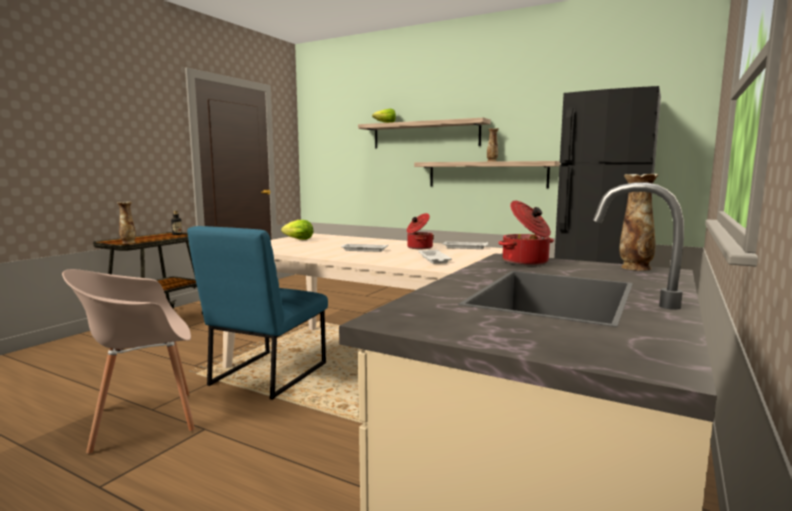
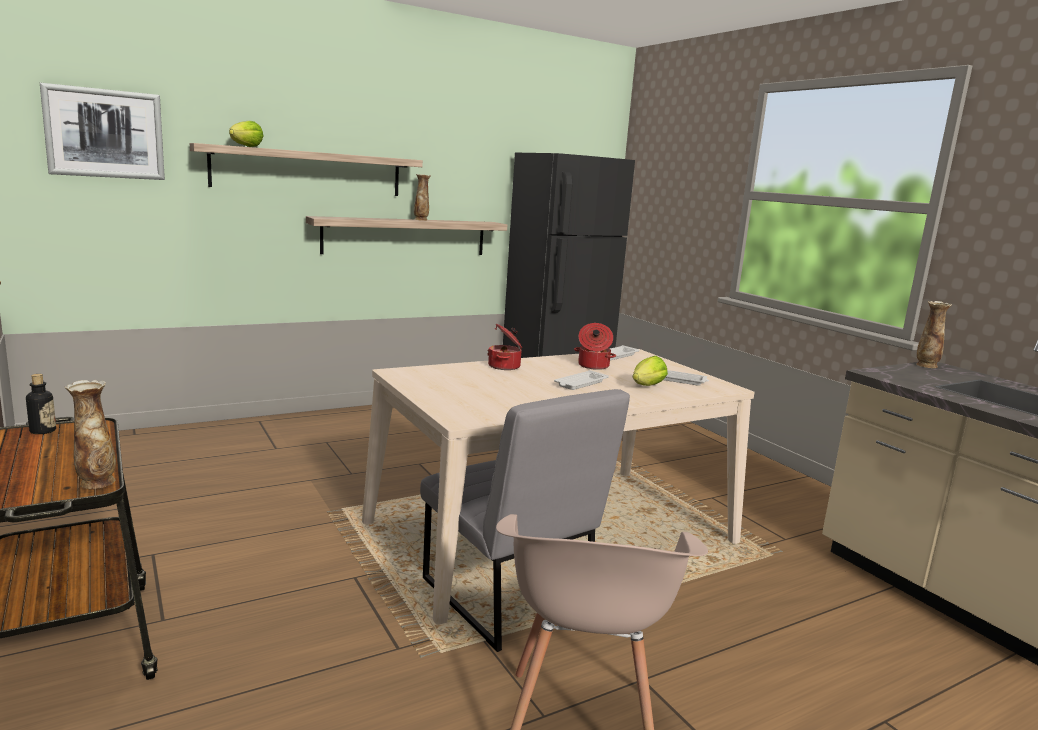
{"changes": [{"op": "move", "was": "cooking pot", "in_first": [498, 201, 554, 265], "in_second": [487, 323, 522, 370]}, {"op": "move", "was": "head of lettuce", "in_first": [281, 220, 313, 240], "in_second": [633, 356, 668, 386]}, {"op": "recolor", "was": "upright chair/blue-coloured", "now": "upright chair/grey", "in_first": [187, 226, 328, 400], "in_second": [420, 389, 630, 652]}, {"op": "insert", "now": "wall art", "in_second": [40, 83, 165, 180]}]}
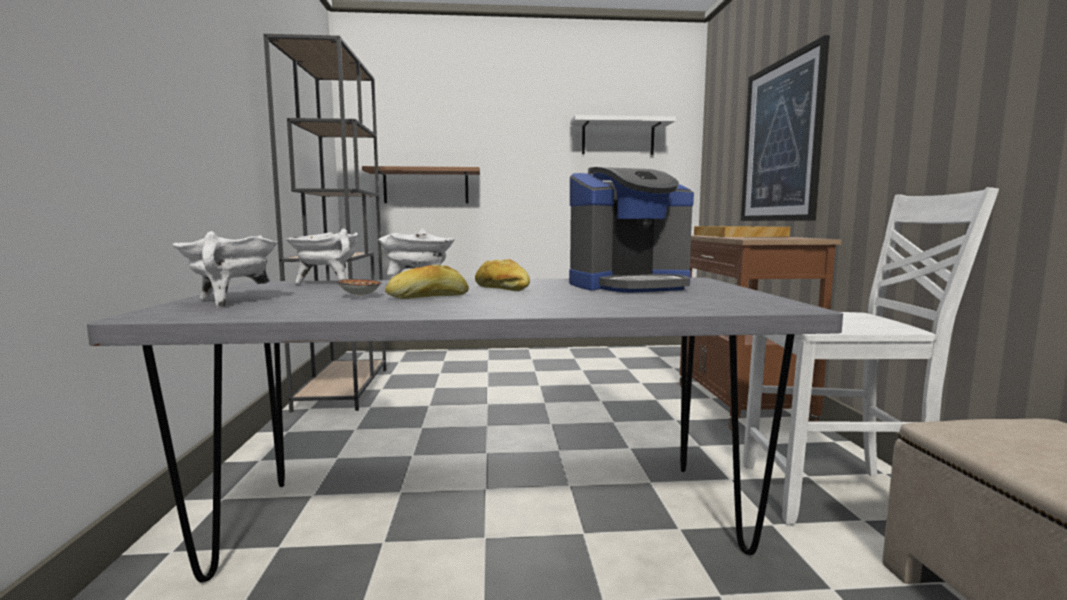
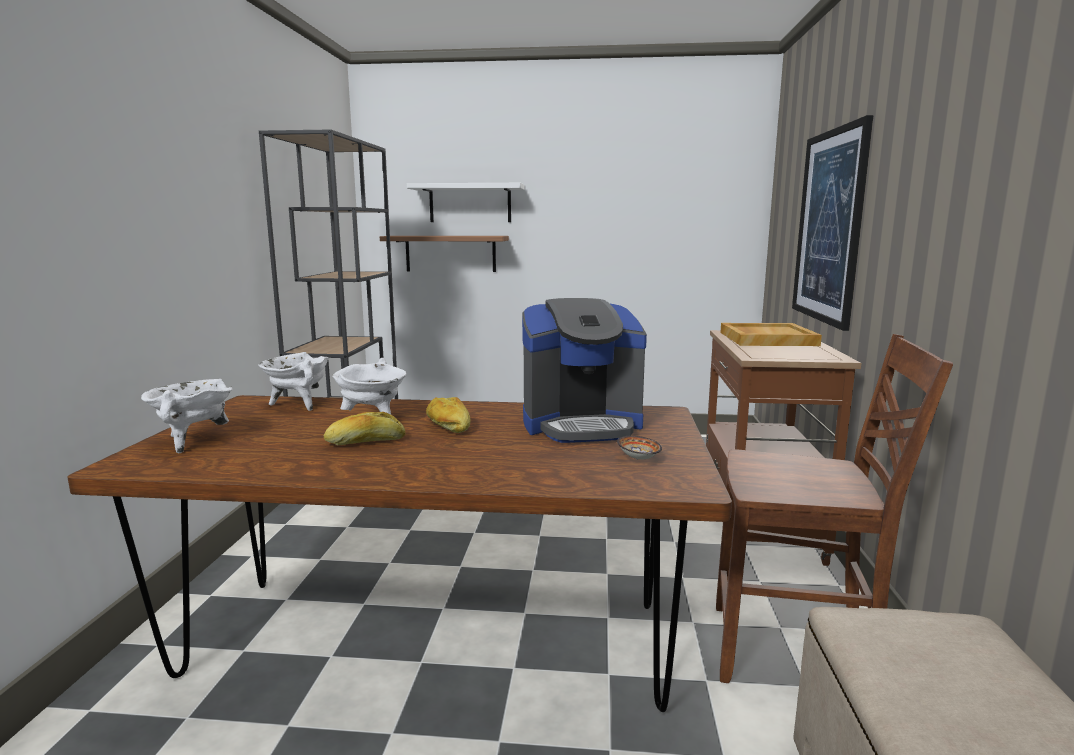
{"changes": [{"op": "move", "was": "wall shelf/white", "in_first": [570, 115, 676, 155], "in_second": [407, 183, 524, 222]}, {"op": "recolor", "was": "upright chair/white", "now": "upright chair/brown", "in_first": [743, 187, 999, 525], "in_second": [716, 334, 953, 683]}, {"op": "recolor", "was": "dining table/grey", "now": "dining table/brown", "in_first": [87, 278, 843, 583], "in_second": [68, 395, 732, 712]}, {"op": "move", "was": "serving bowl", "in_first": [337, 279, 382, 297], "in_second": [617, 436, 662, 459]}]}
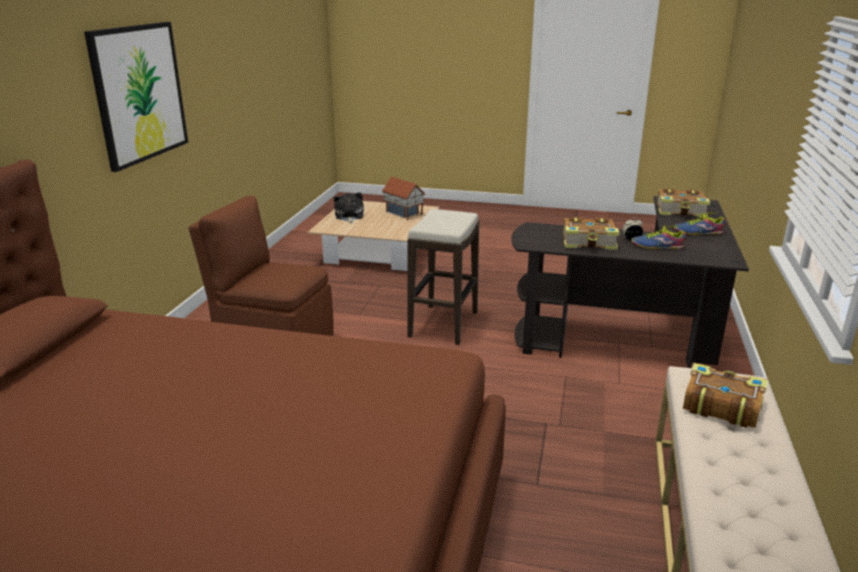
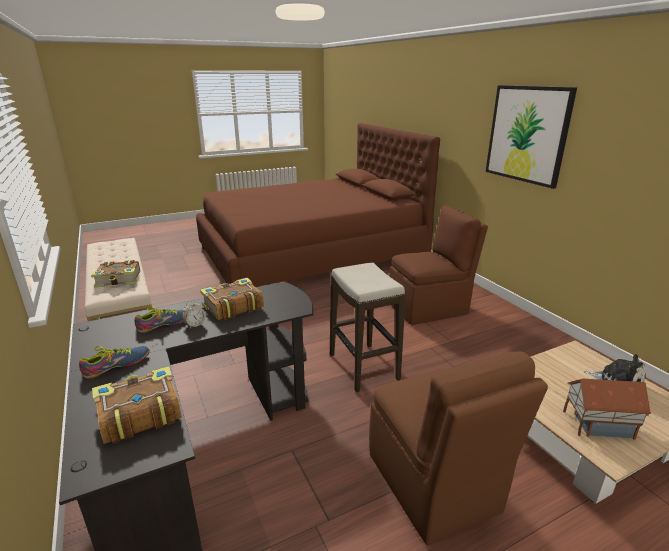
{"changes": [{"op": "insert", "now": "upright chair/brown", "in_second": [369, 351, 548, 545]}]}
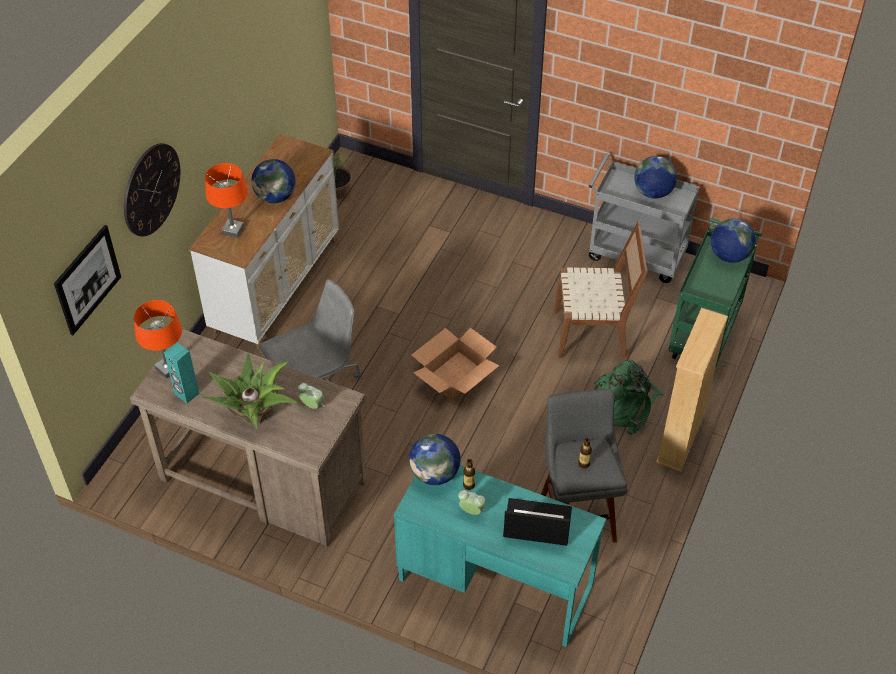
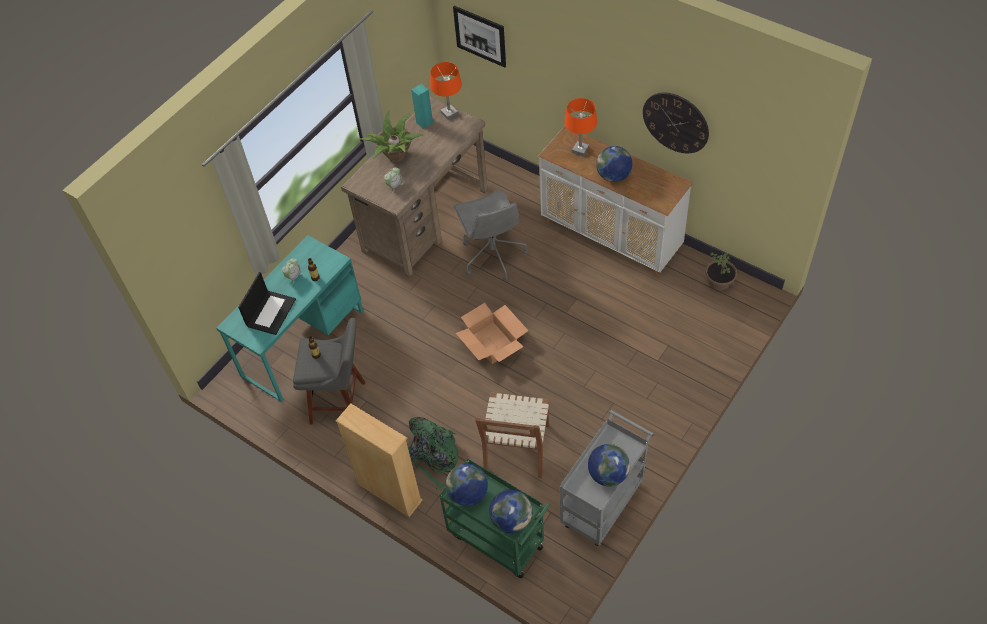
{"changes": [{"op": "move", "was": "wall clock", "in_first": [124, 143, 180, 237], "in_second": [643, 92, 709, 153]}, {"op": "move", "was": "world globe", "in_first": [409, 434, 461, 485], "in_second": [446, 463, 488, 506]}]}
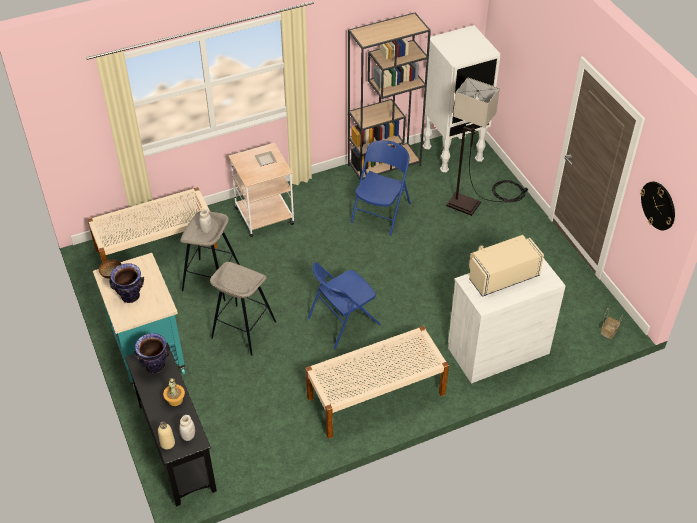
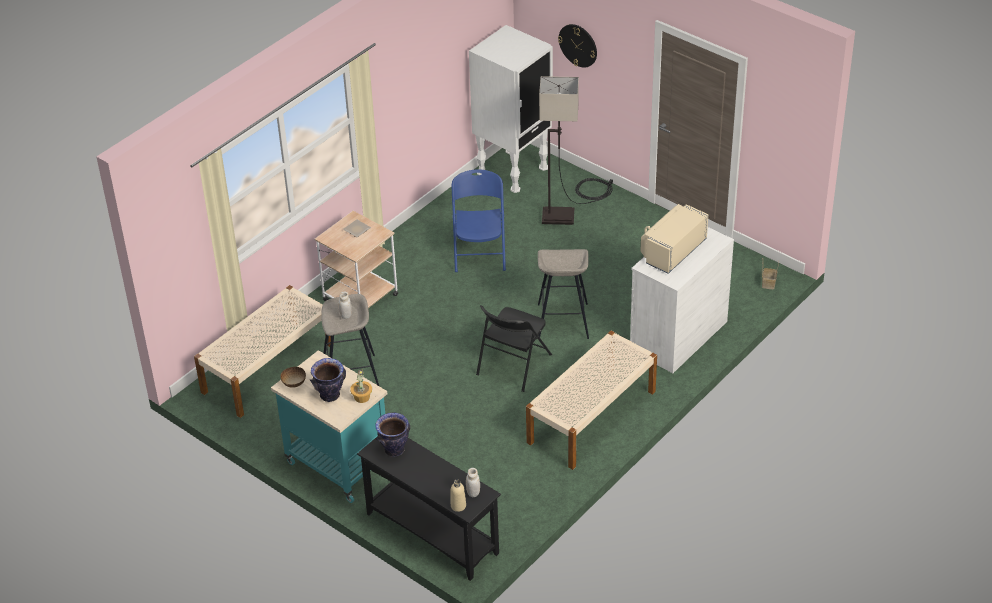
{"changes": [{"op": "delete", "was": "shelving unit", "in_first": [348, 13, 431, 180]}, {"op": "move", "was": "wall clock", "in_first": [640, 181, 675, 230], "in_second": [558, 24, 597, 68]}, {"op": "move", "was": "stool/grey", "in_first": [210, 262, 276, 356], "in_second": [538, 249, 589, 339]}, {"op": "recolor", "was": "upright chair/blue-coloured", "now": "upright chair/black", "in_first": [307, 262, 380, 349], "in_second": [476, 305, 552, 392]}, {"op": "move", "was": "plant in a pot", "in_first": [163, 378, 185, 406], "in_second": [350, 370, 372, 403]}]}
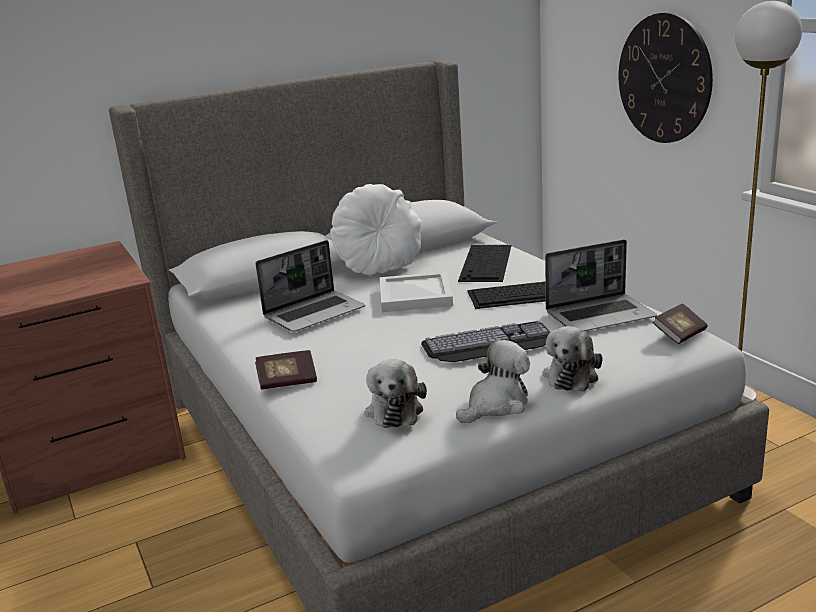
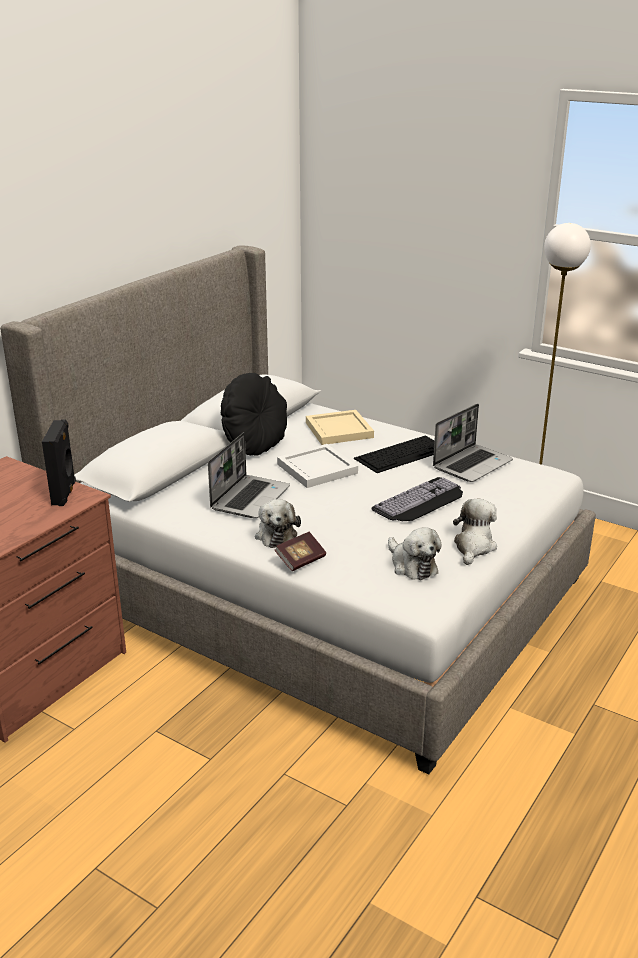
{"changes": [{"op": "delete", "was": "wall clock", "in_first": [619, 13, 713, 143]}, {"op": "recolor", "was": "cushion/white", "now": "cushion/black", "in_first": [330, 184, 422, 275], "in_second": [221, 373, 287, 456]}, {"op": "replace", "was": "keyboard", "now": "serving tray/beige", "in_first": [458, 245, 511, 282], "in_second": [306, 410, 374, 445]}, {"op": "delete", "was": "book", "in_first": [652, 303, 708, 344]}, {"op": "move", "was": "cuddly toy", "in_first": [543, 326, 603, 392], "in_second": [255, 499, 301, 548]}, {"op": "insert", "now": "loudspeaker/black", "in_second": [42, 419, 76, 506]}]}
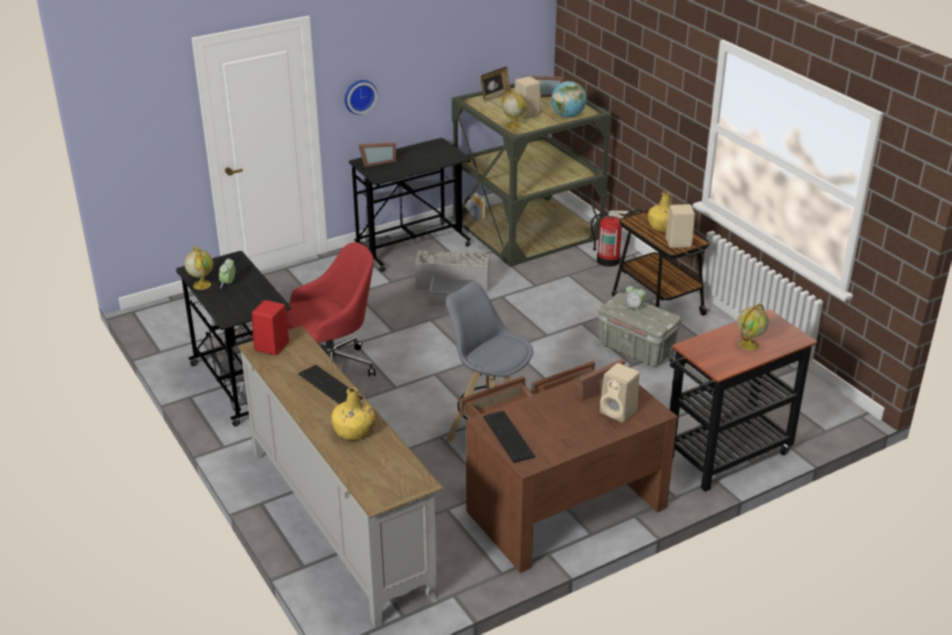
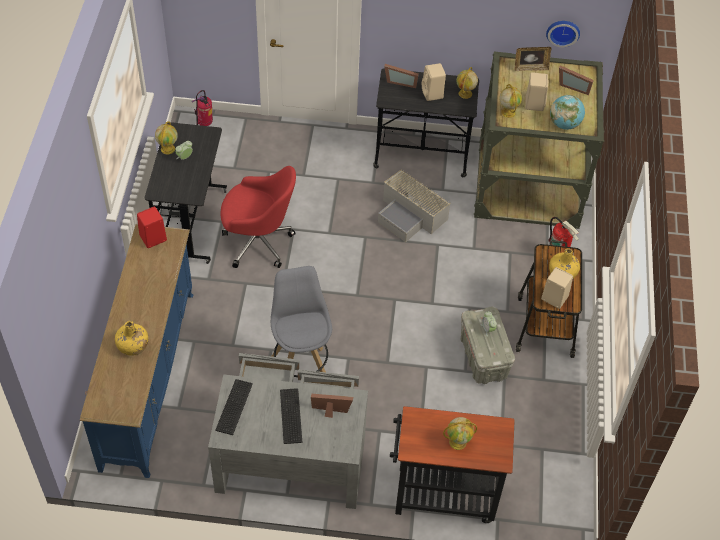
{"changes": [{"op": "move", "was": "wall clock", "in_first": [344, 80, 377, 115], "in_second": [546, 21, 580, 47]}, {"op": "recolor", "was": "cabinet/grey", "now": "cabinet/blue-coloured", "in_first": [238, 326, 444, 628], "in_second": [80, 224, 193, 478]}, {"op": "recolor", "was": "desk table/brown", "now": "desk table/grey", "in_first": [459, 361, 678, 573], "in_second": [208, 353, 368, 509]}, {"op": "move", "was": "loudspeaker/beige", "in_first": [600, 363, 640, 423], "in_second": [422, 63, 446, 101]}, {"op": "move", "was": "keyboard", "in_first": [298, 365, 363, 404], "in_second": [280, 388, 302, 444]}, {"op": "insert", "now": "world globe", "in_second": [456, 67, 478, 99]}, {"op": "insert", "now": "fire extinguisher", "in_second": [192, 90, 213, 126]}]}
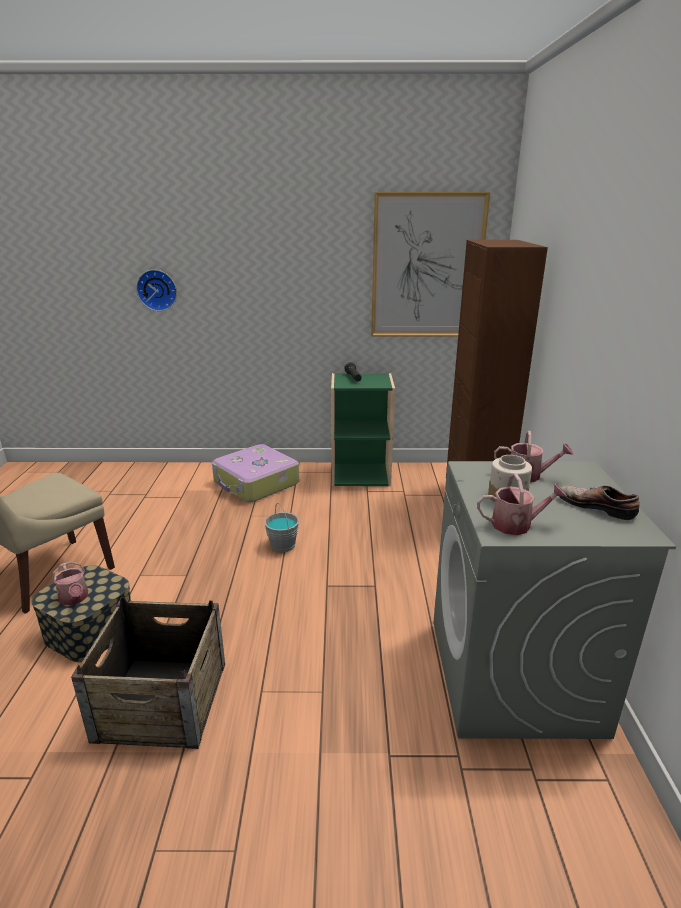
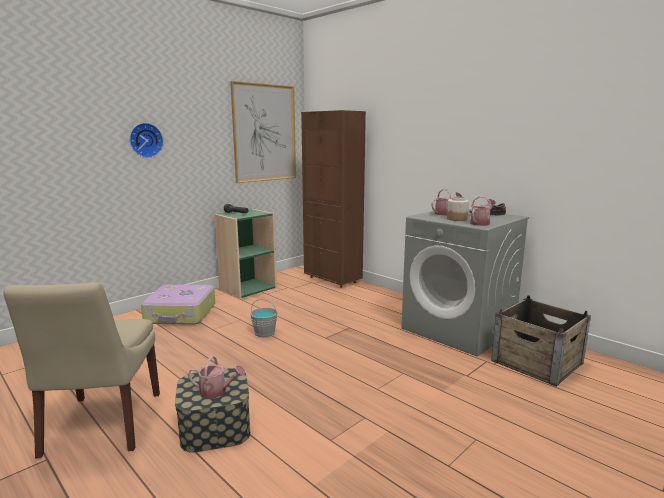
{"changes": [{"op": "move", "was": "wall clock", "in_first": [136, 270, 177, 311], "in_second": [129, 123, 164, 158]}, {"op": "move", "was": "packing crate", "in_first": [71, 597, 225, 749], "in_second": [491, 295, 591, 387]}]}
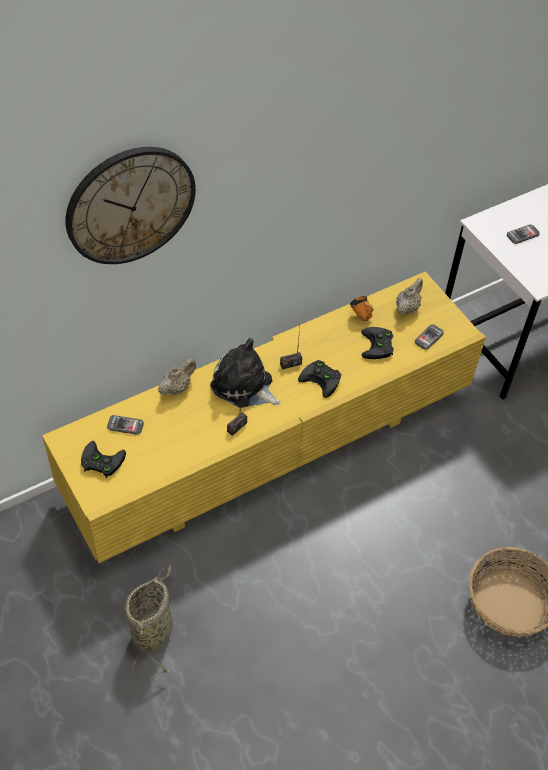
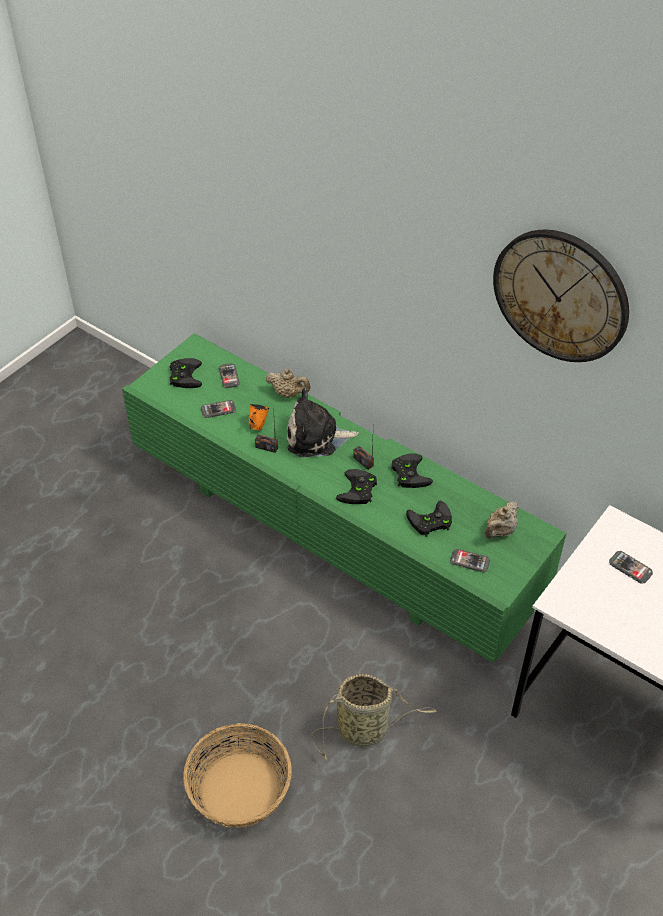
{"changes": [{"op": "move", "was": "wall clock", "in_first": [65, 147, 196, 264], "in_second": [493, 230, 629, 362]}, {"op": "recolor", "was": "media console/yellow-coloured", "now": "media console/green-coloured", "in_first": [42, 272, 486, 563], "in_second": [122, 333, 566, 663]}, {"op": "rotate", "was": "teapot/beige", "in_first": [396, 278, 423, 314], "in_second": [485, 501, 519, 538], "clockwise": 120}, {"op": "move", "was": "tea mug/orangey", "in_first": [350, 296, 373, 321], "in_second": [249, 404, 269, 430]}, {"op": "rotate", "was": "cuddly toy", "in_first": [210, 338, 281, 408], "in_second": [287, 388, 359, 457], "clockwise": -105}, {"op": "move", "was": "basket", "in_first": [125, 564, 172, 677], "in_second": [312, 674, 437, 760]}, {"op": "insert", "now": "telephone", "in_second": [201, 400, 236, 418]}, {"op": "insert", "now": "gamepad/black", "in_second": [391, 453, 433, 488]}]}
